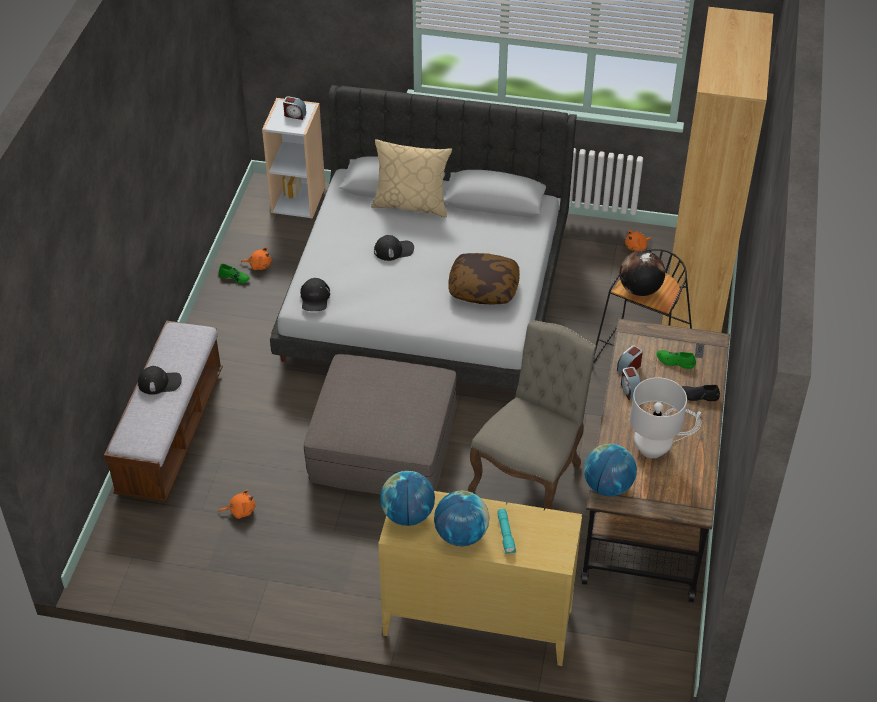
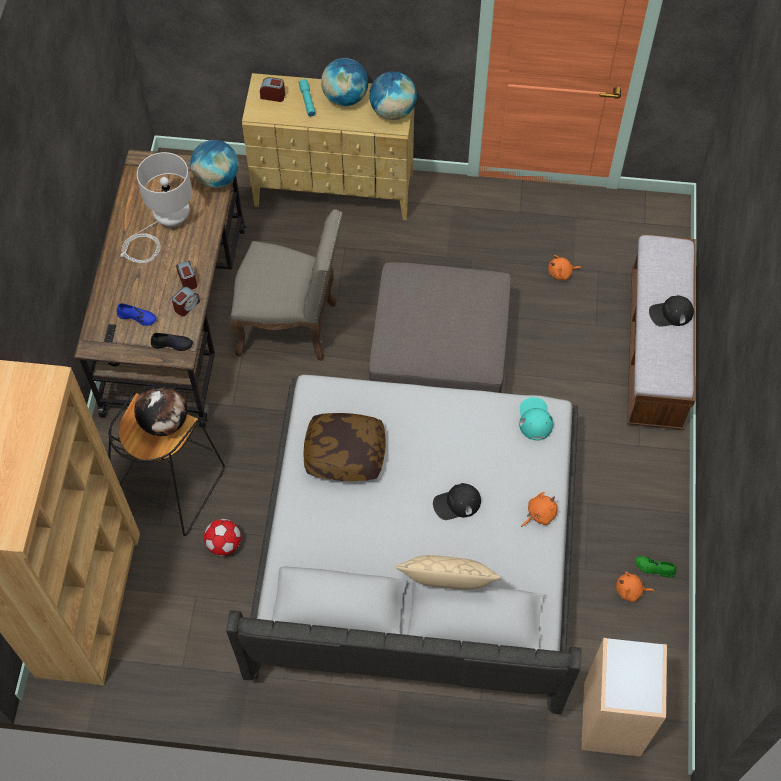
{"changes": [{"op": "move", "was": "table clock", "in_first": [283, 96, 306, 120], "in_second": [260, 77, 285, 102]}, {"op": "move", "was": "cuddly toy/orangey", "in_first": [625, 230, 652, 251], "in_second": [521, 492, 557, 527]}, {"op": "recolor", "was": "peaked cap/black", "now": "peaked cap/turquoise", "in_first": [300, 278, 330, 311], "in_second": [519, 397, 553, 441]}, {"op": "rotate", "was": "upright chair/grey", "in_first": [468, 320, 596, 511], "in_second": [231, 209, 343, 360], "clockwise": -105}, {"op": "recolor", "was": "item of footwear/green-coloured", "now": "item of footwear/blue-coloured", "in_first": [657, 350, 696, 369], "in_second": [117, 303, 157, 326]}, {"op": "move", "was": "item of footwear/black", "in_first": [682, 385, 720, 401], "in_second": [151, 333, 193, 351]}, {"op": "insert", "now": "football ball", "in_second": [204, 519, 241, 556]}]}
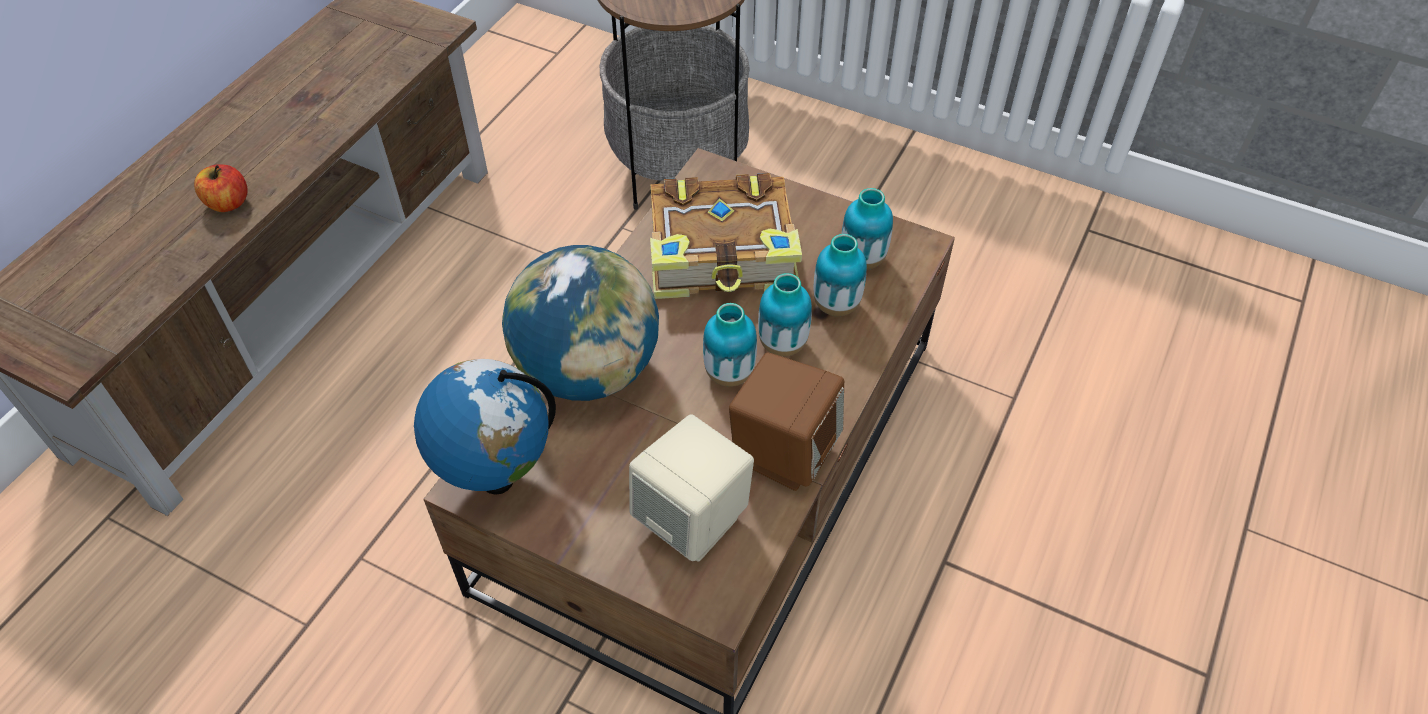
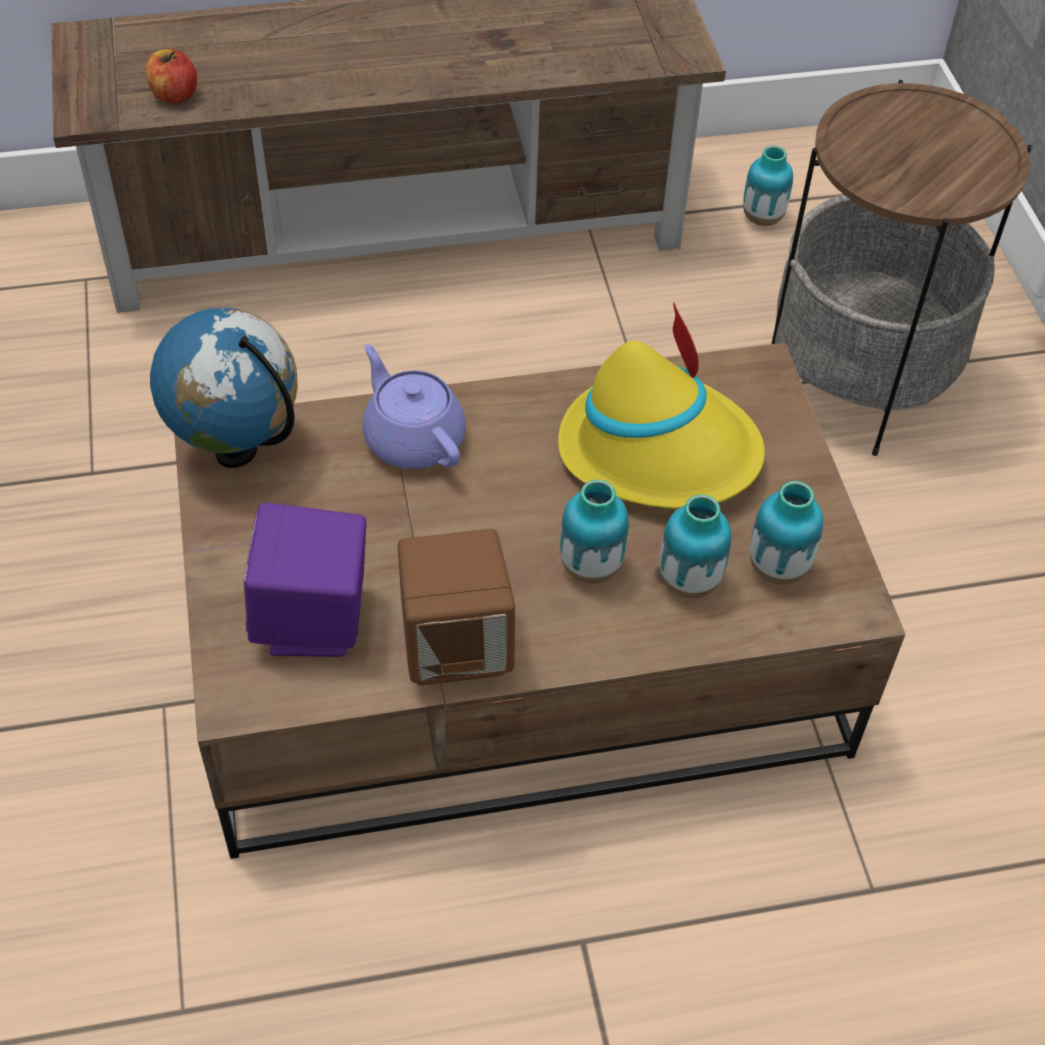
{"changes": [{"op": "move", "was": "whole apple", "in_first": [194, 164, 248, 212], "in_second": [146, 49, 197, 103]}, {"op": "replace", "was": "book", "now": "clothing hat/yellow-coloured", "in_first": [650, 173, 802, 299], "in_second": [558, 302, 765, 509]}, {"op": "replace", "was": "world globe", "now": "teapot/purplish", "in_first": [502, 245, 659, 401], "in_second": [363, 344, 466, 469]}, {"op": "move", "was": "decorative vase", "in_first": [703, 303, 757, 387], "in_second": [743, 146, 793, 226]}, {"op": "recolor", "was": "loudspeaker/beige", "now": "loudspeaker/purplish", "in_first": [629, 415, 754, 562], "in_second": [243, 503, 366, 657]}]}
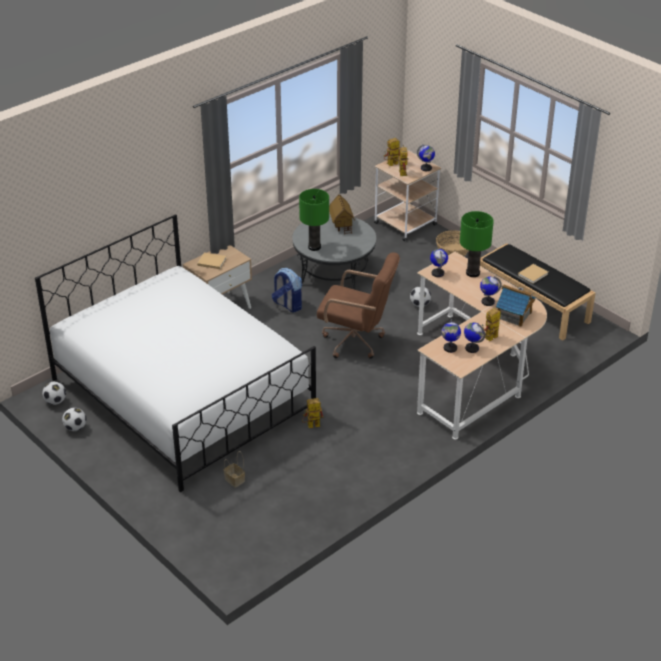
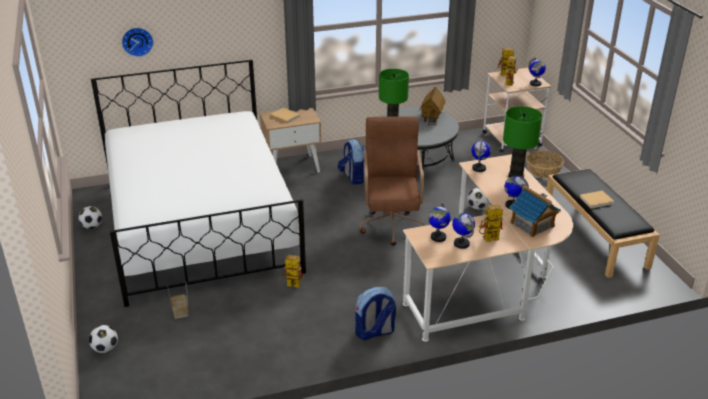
{"changes": [{"op": "rotate", "was": "office chair/brown", "in_first": [317, 252, 400, 359], "in_second": [359, 116, 425, 246], "clockwise": -135}, {"op": "move", "was": "football ball", "in_first": [42, 381, 66, 405], "in_second": [89, 325, 118, 353]}, {"op": "insert", "now": "wall clock", "in_second": [122, 28, 154, 57]}, {"op": "insert", "now": "backpack", "in_second": [355, 287, 396, 340]}]}
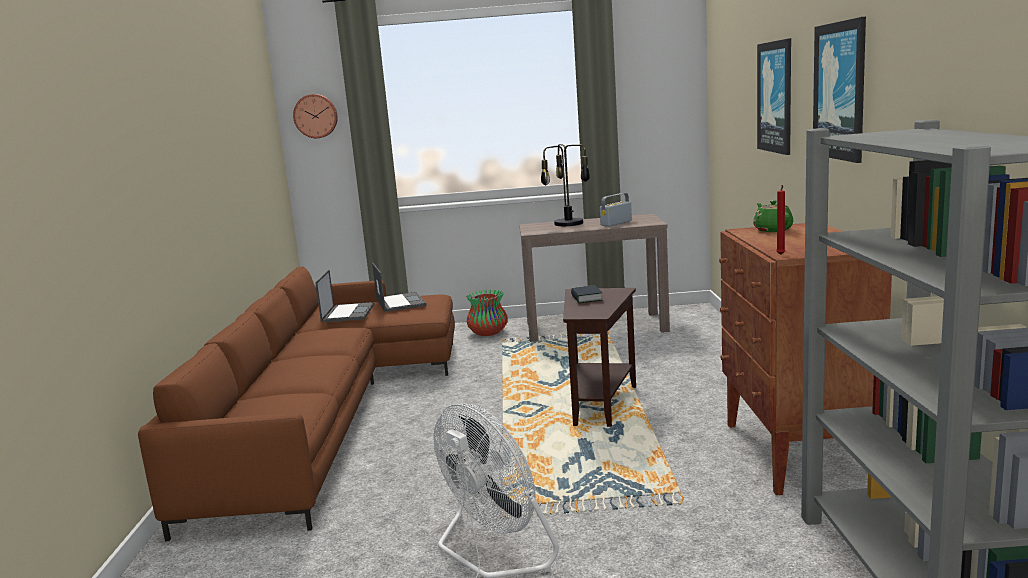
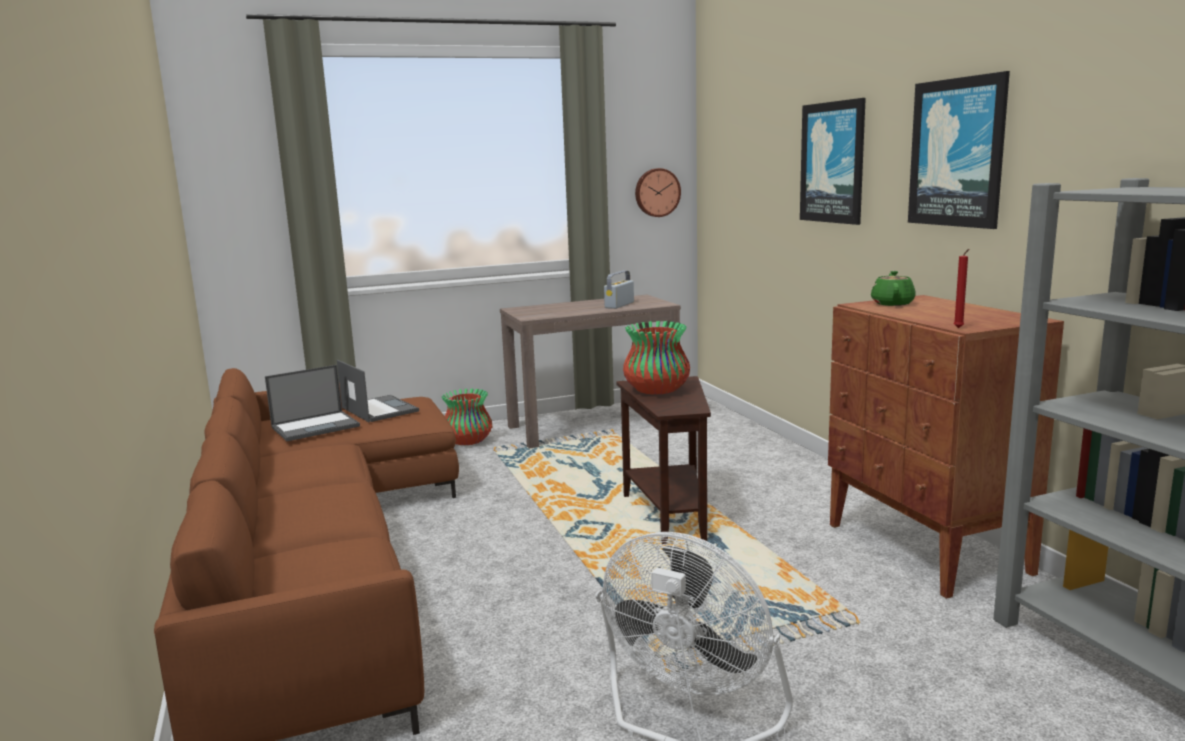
{"changes": [{"op": "move", "was": "wall clock", "in_first": [293, 94, 338, 138], "in_second": [635, 168, 681, 217]}, {"op": "delete", "was": "lamp for a table", "in_first": [541, 144, 590, 226]}, {"op": "rotate", "was": "teapot/green-coloured", "in_first": [753, 200, 793, 232], "in_second": [871, 271, 916, 306], "clockwise": 45}, {"op": "rotate", "was": "notebook computer", "in_first": [315, 270, 374, 322], "in_second": [265, 365, 360, 441], "clockwise": 75}, {"op": "replace", "was": "book", "now": "decorative vase", "in_first": [571, 285, 603, 303], "in_second": [623, 321, 690, 395]}]}
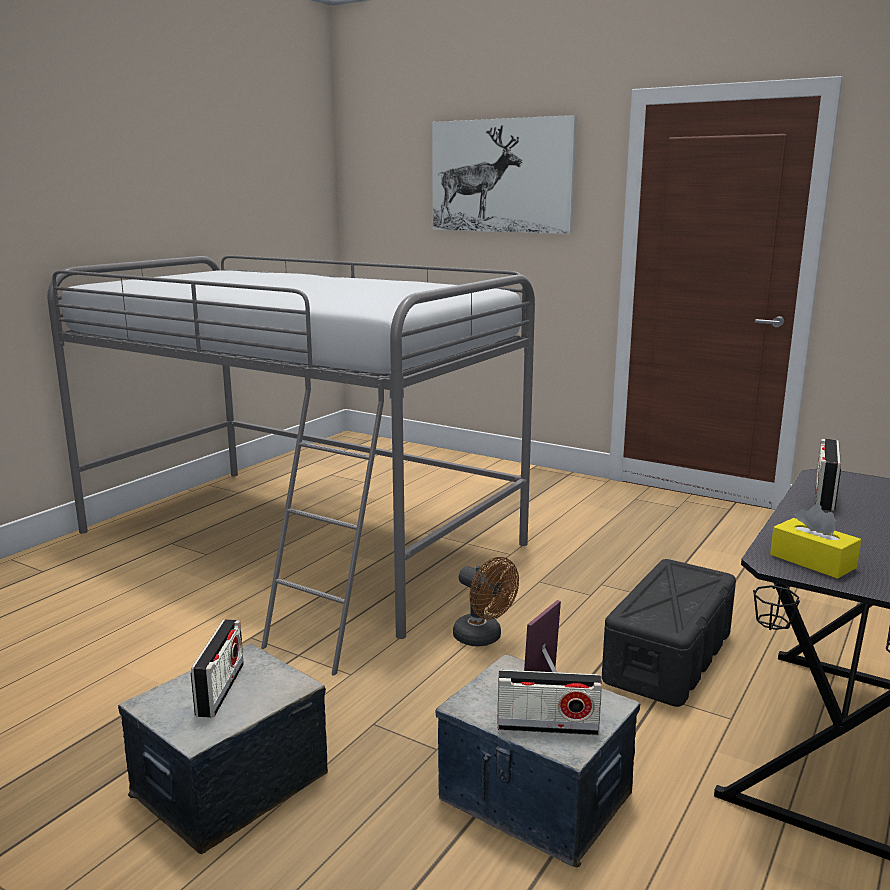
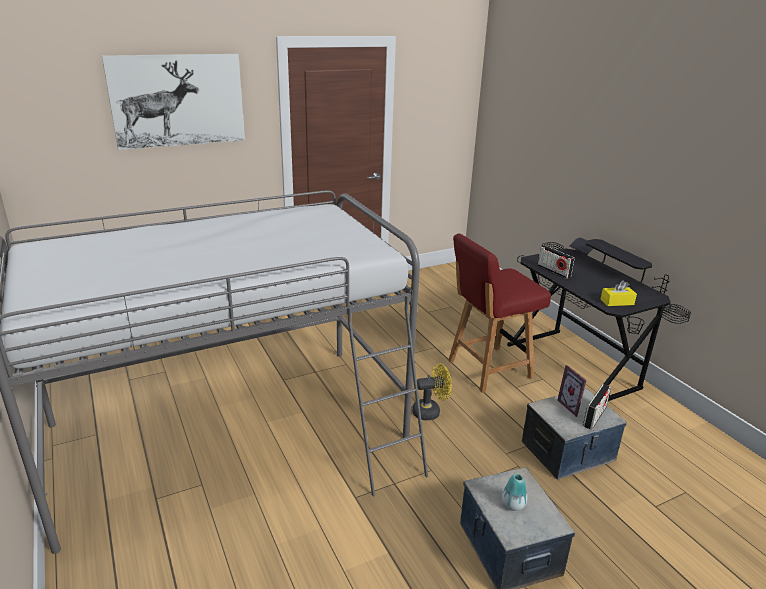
{"changes": [{"op": "recolor", "was": "electric fan/brown", "now": "electric fan/yellow-coloured", "in_first": [453, 557, 519, 646], "in_second": [412, 363, 452, 421]}, {"op": "replace", "was": "storage container/black", "now": "upright chair/reddish", "in_first": [602, 559, 736, 707], "in_second": [448, 233, 551, 393]}, {"op": "replace", "was": "radio", "now": "decorative vase", "in_first": [191, 619, 244, 717], "in_second": [502, 473, 527, 511]}]}
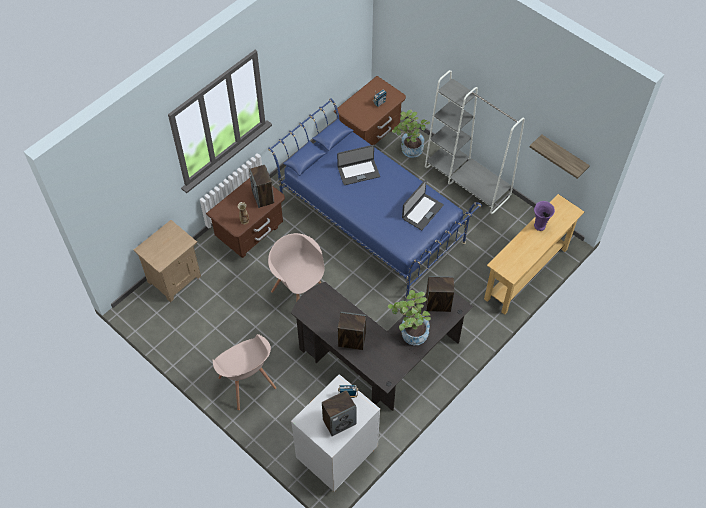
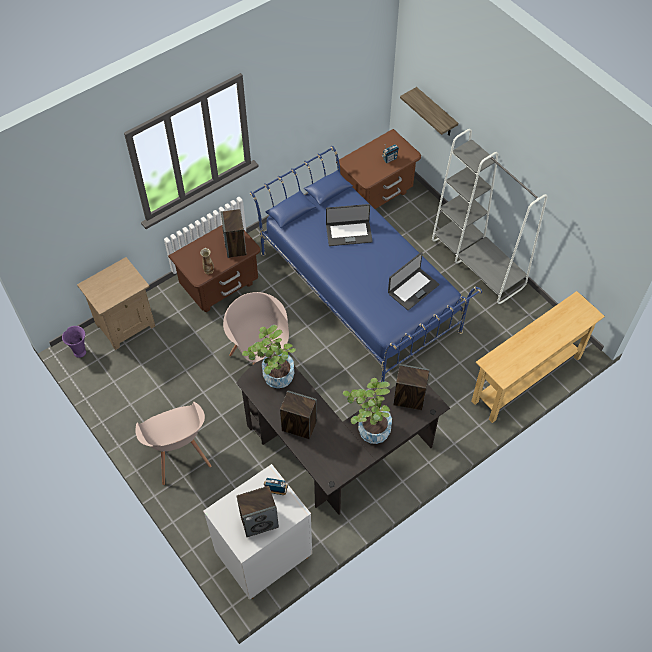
{"changes": [{"op": "move", "was": "plant in a pot", "in_first": [392, 110, 430, 158], "in_second": [242, 325, 296, 388]}, {"op": "move", "was": "wall shelf", "in_first": [530, 134, 590, 179], "in_second": [400, 87, 458, 135]}, {"op": "move", "was": "decorative vase/purplish", "in_first": [534, 201, 555, 231], "in_second": [62, 326, 86, 358]}]}
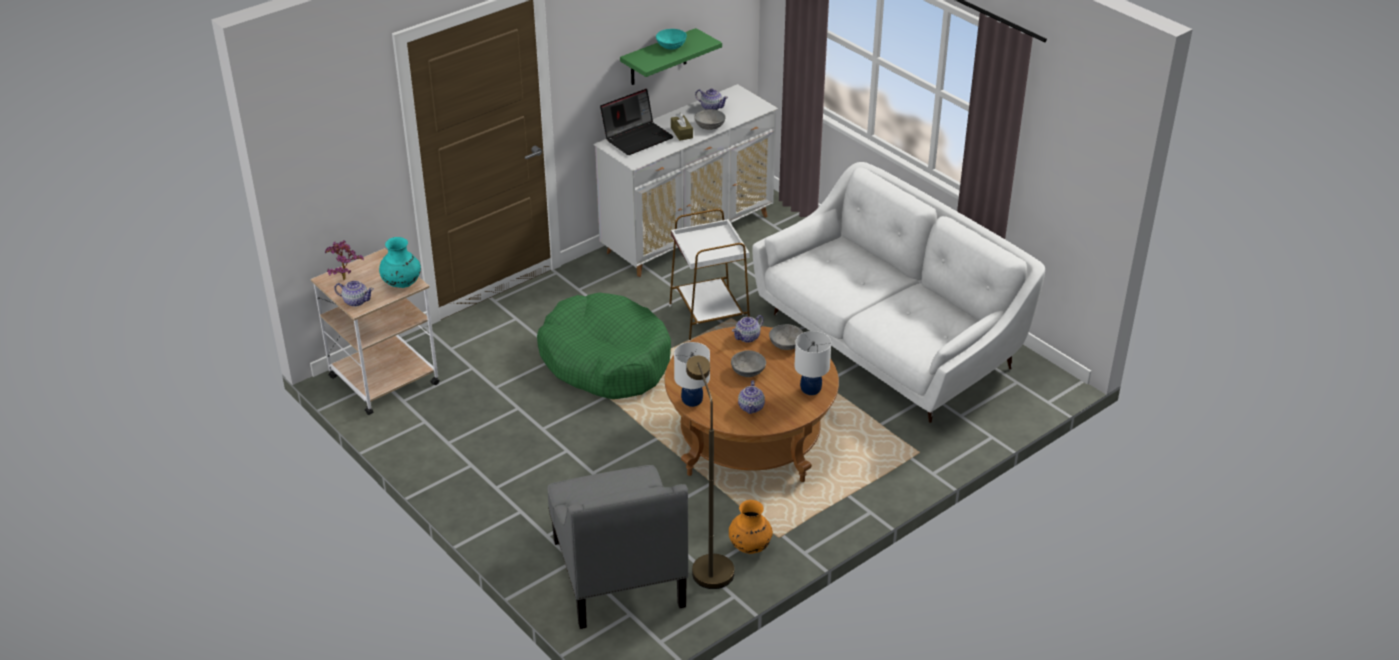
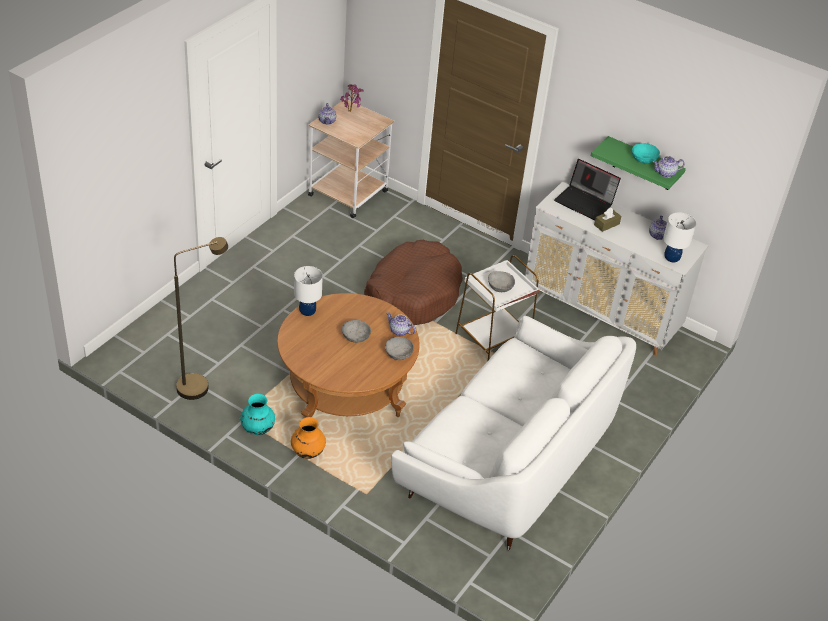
{"changes": [{"op": "move", "was": "serving bowl/grey", "in_first": [694, 109, 725, 130], "in_second": [488, 271, 515, 292]}, {"op": "move", "was": "decorative vase/turquoise", "in_first": [379, 237, 421, 288], "in_second": [240, 394, 275, 435]}, {"op": "recolor", "was": "dog bed/green-coloured", "now": "dog bed/brown", "in_first": [537, 292, 671, 399], "in_second": [364, 240, 463, 325]}, {"op": "move", "was": "lamp for a table/white", "in_first": [794, 331, 831, 395], "in_second": [663, 212, 696, 262]}, {"op": "move", "was": "teapot", "in_first": [738, 380, 765, 414], "in_second": [653, 156, 685, 178]}, {"op": "delete", "was": "armchair/grey", "in_first": [547, 465, 689, 629]}, {"op": "move", "was": "decorative vase/orangey", "in_first": [729, 500, 773, 554], "in_second": [291, 417, 326, 459]}]}
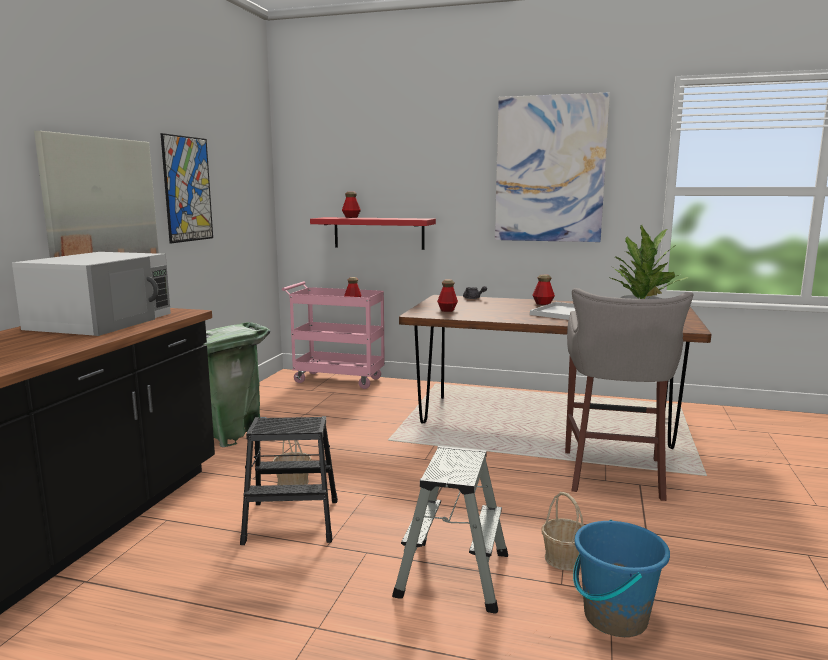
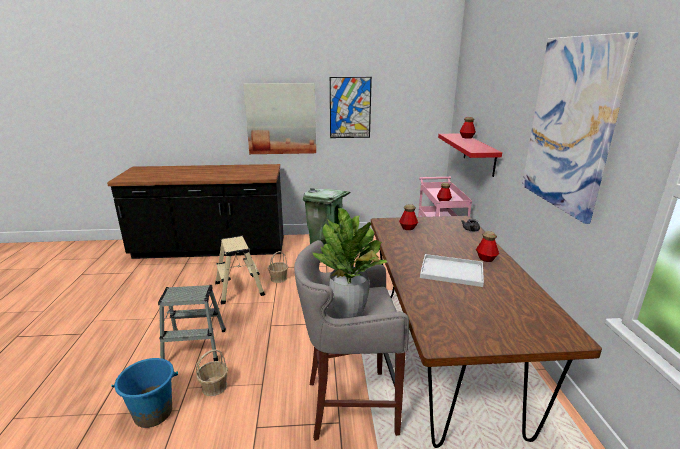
{"changes": [{"op": "delete", "was": "microwave oven/white", "in_first": [12, 252, 171, 336]}, {"op": "recolor", "was": "step stool/black", "now": "step stool/beige", "in_first": [240, 416, 338, 545], "in_second": [215, 235, 265, 305]}]}
